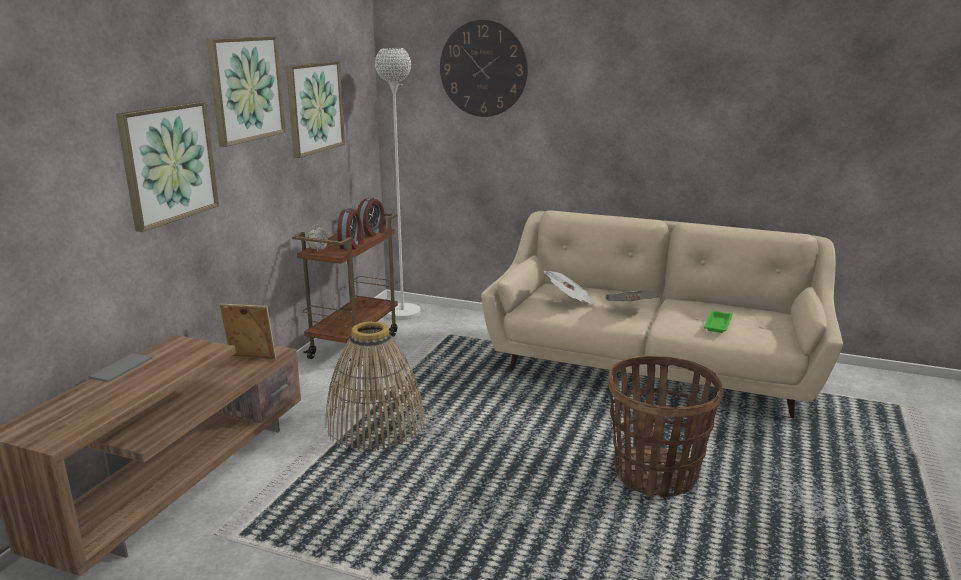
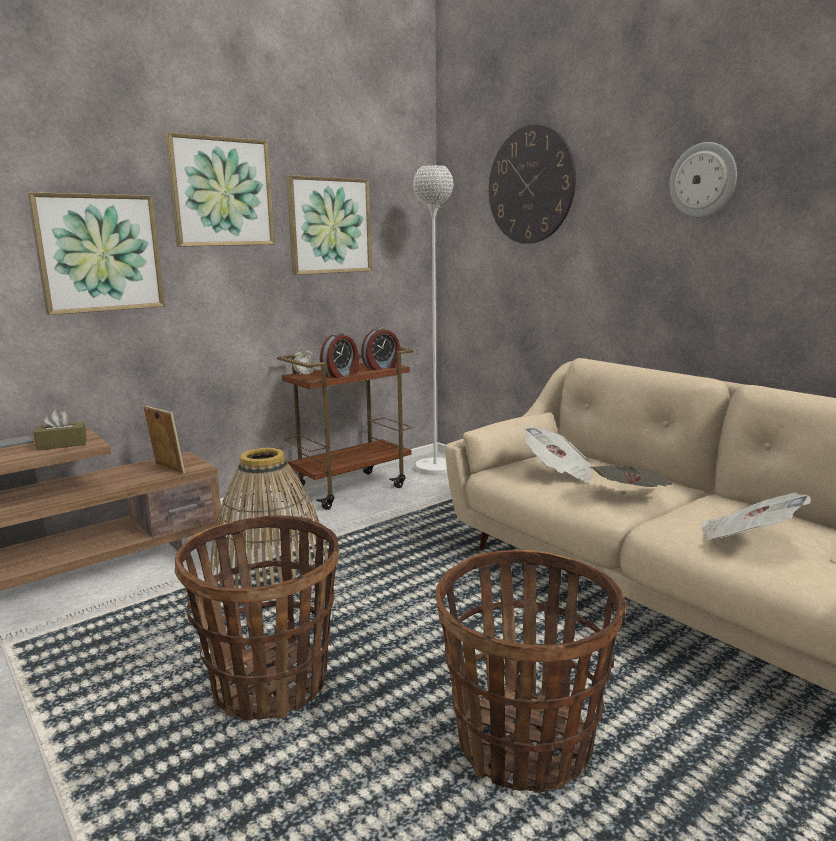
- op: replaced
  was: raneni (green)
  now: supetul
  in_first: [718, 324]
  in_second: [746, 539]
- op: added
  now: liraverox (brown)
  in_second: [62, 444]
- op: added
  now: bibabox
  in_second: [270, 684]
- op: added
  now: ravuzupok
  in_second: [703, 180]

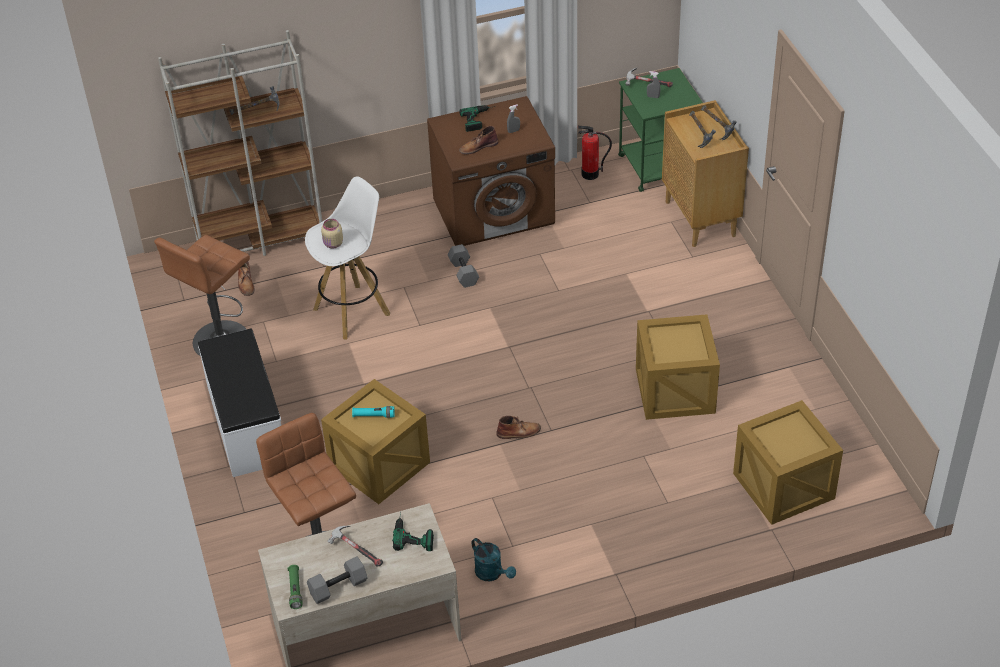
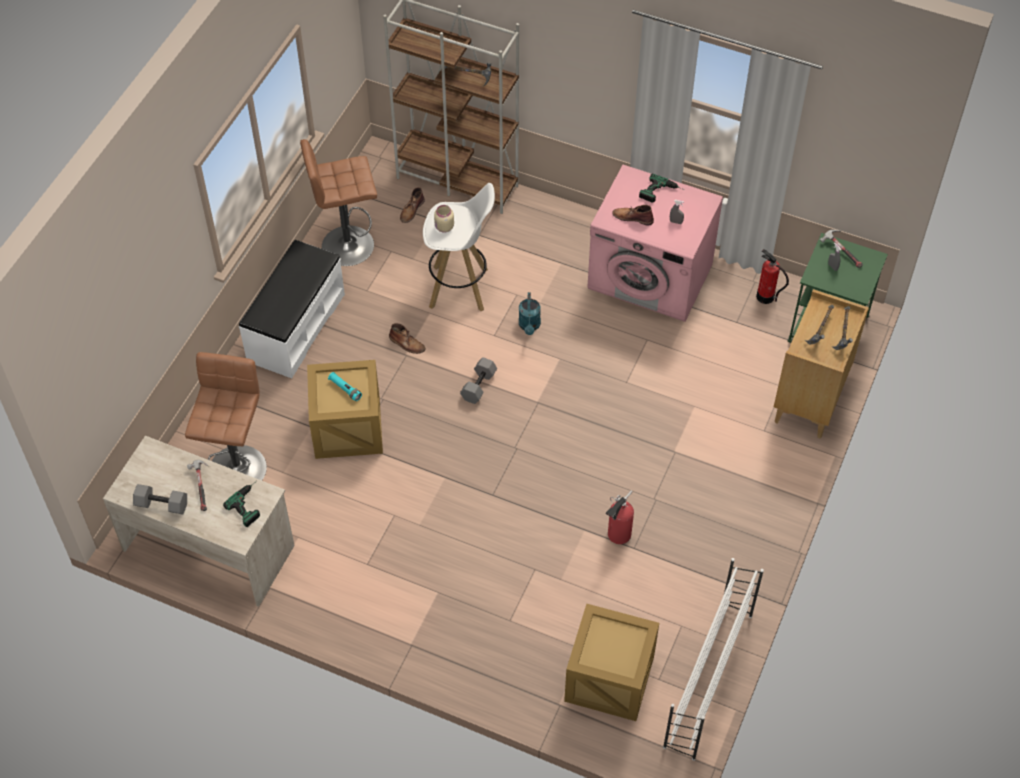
- op: removed
  was: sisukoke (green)
  in_first: [295, 590]
- op: recoloured
  was: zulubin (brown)
  now: zulubin (pink)
  in_first: [495, 215]
  in_second: [650, 281]
- op: moved
  was: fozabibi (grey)
  in_first: [462, 272]
  in_second: [478, 385]
- op: moved
  was: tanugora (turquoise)
  in_first: [492, 574]
  in_second: [529, 326]
- op: moved
  was: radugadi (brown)
  in_first: [519, 432]
  in_second: [407, 344]
- op: replaced
  was: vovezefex
  now: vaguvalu
  in_first: [675, 392]
  in_second: [617, 536]
- op: added
  now: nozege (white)
  in_second: [707, 681]

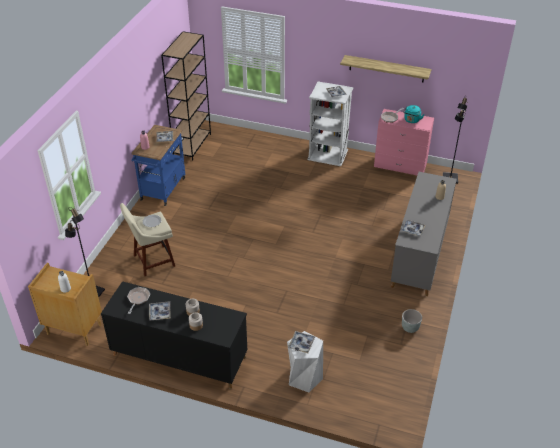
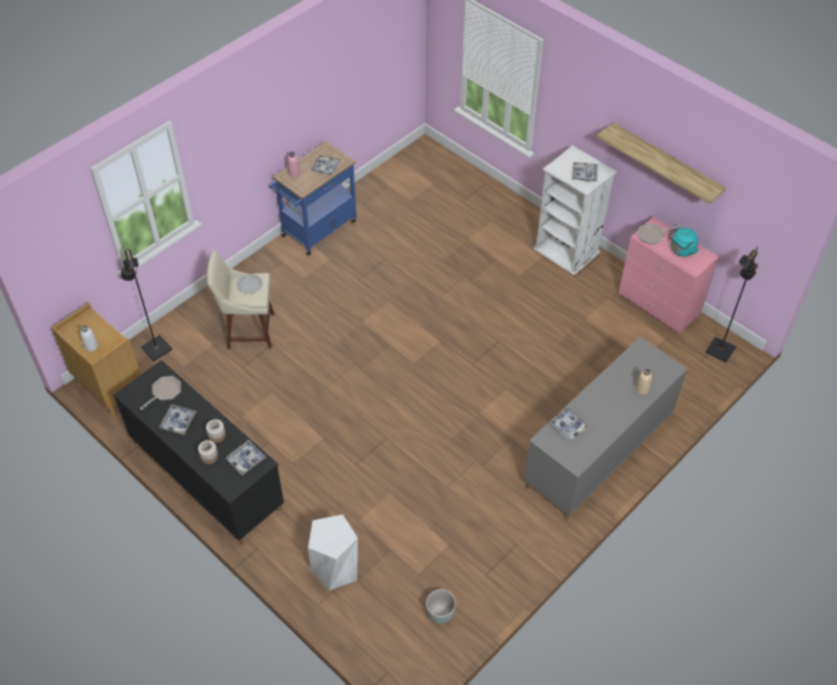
- op: removed
  was: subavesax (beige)
  in_first: [192, 145]
- op: moved
  was: raneni
  in_first: [301, 344]
  in_second: [246, 459]
- op: moved
  was: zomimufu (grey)
  in_first: [410, 328]
  in_second: [440, 614]

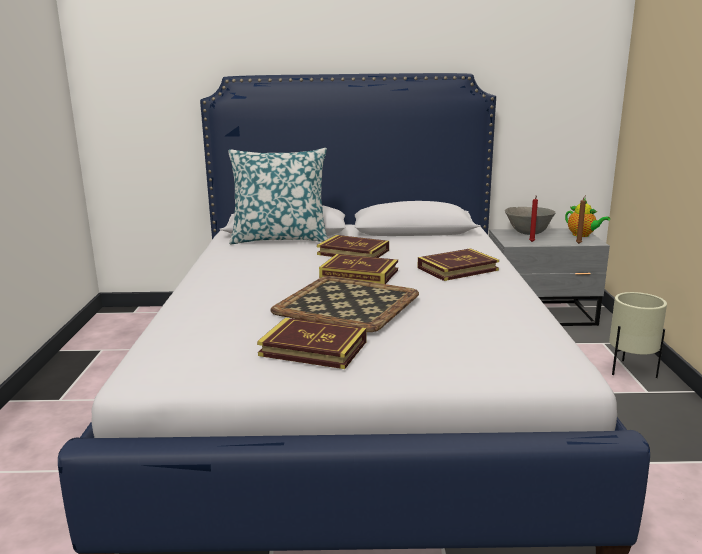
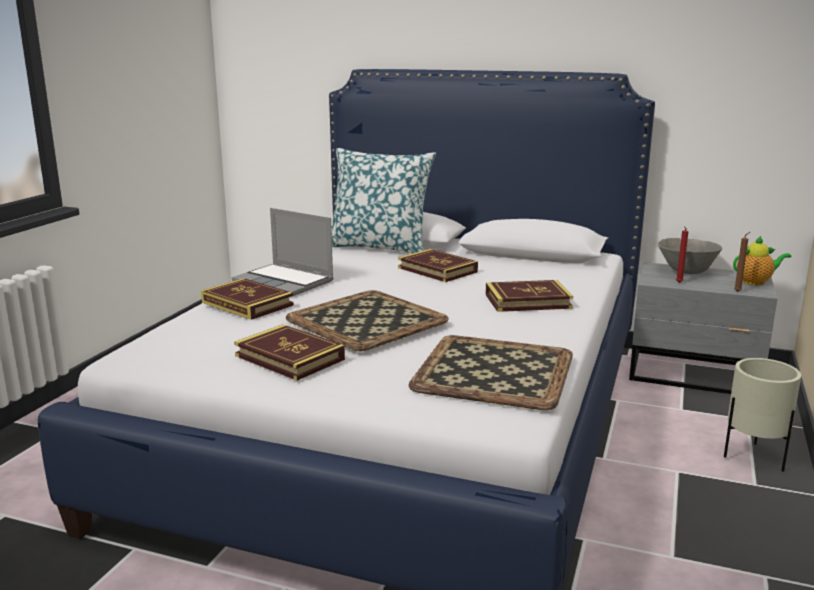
- op: moved
  was: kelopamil
  in_first: [359, 274]
  in_second: [247, 304]
- op: turned
  was: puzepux
  in_first: [582, 235]
  in_second: [756, 282]
  clockwise: -75
- op: added
  now: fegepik
  in_second: [285, 282]
- op: added
  now: raneni
  in_second: [493, 371]

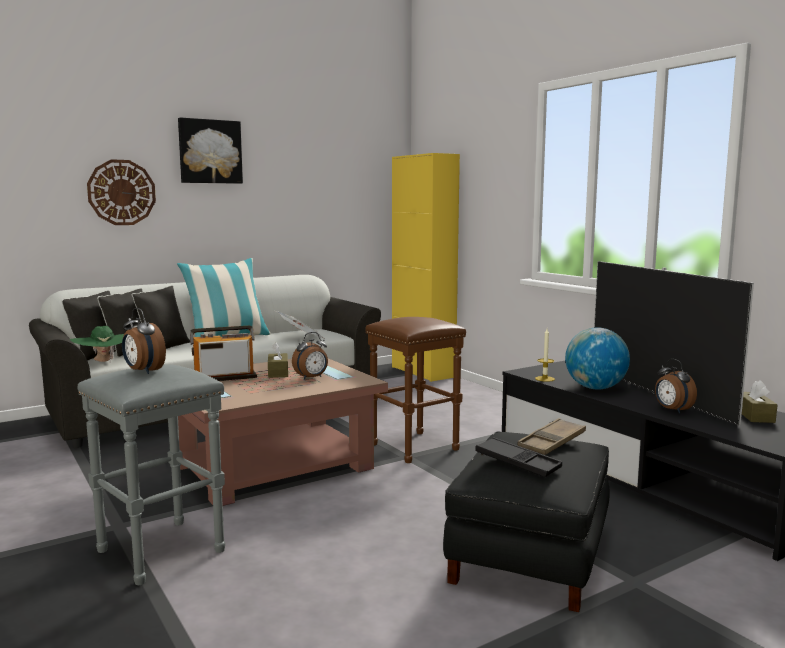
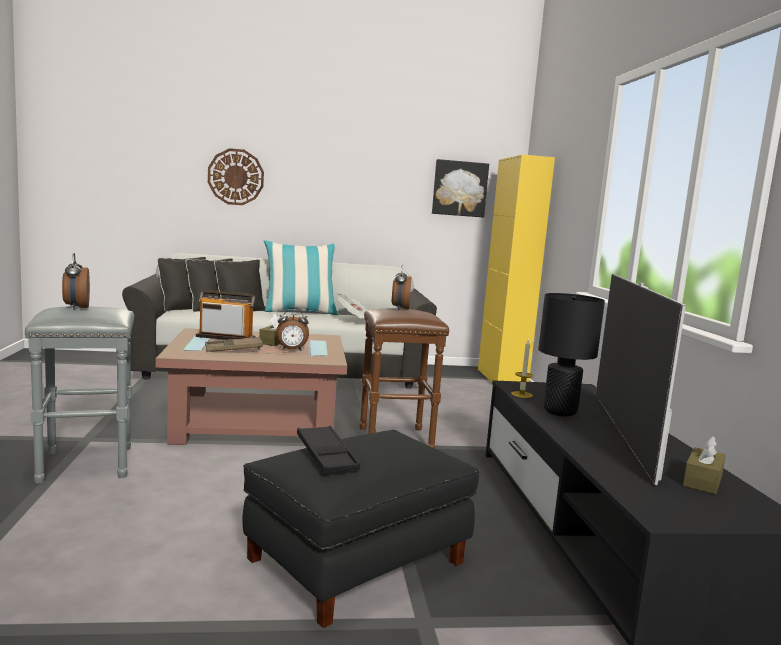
- op: removed
  was: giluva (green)
  in_first: [104, 362]
- op: moved
  was: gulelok
  in_first: [210, 151]
  in_second: [459, 188]
- op: moved
  was: raneni (brown)
  in_first: [552, 442]
  in_second: [234, 349]
- op: replaced
  was: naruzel
  now: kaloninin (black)
  in_first: [595, 388]
  in_second: [559, 413]
- op: moved
  was: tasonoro
  in_first: [672, 410]
  in_second: [400, 308]

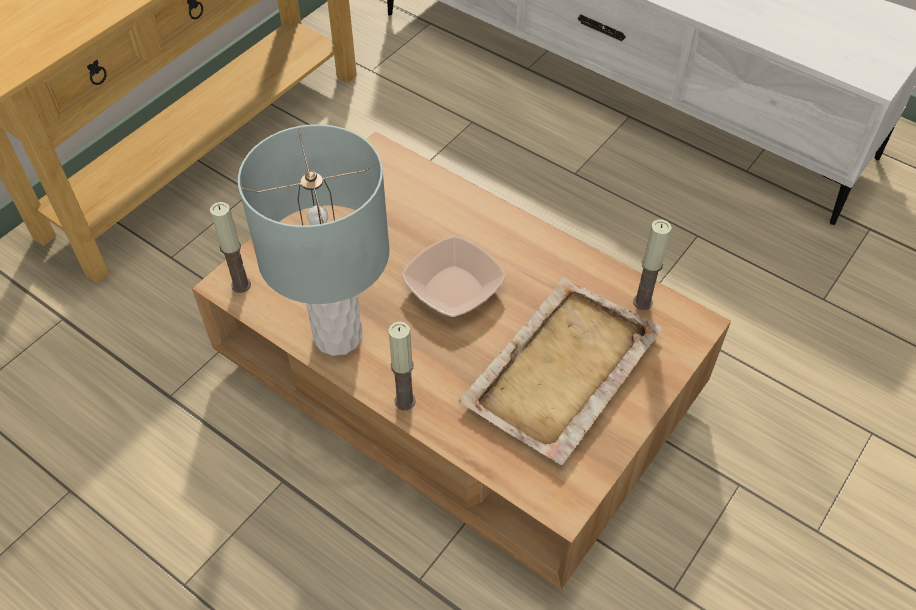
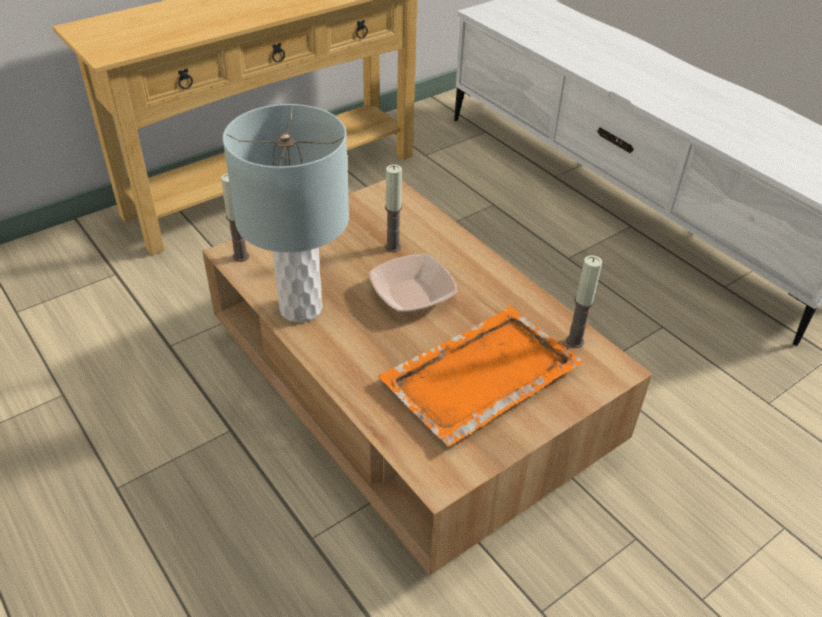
- op: moved
  was: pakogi
  in_first: [405, 401]
  in_second: [393, 247]
- op: recoloured
  was: raneni (beige)
  now: raneni (orange)
  in_first: [560, 371]
  in_second: [479, 377]

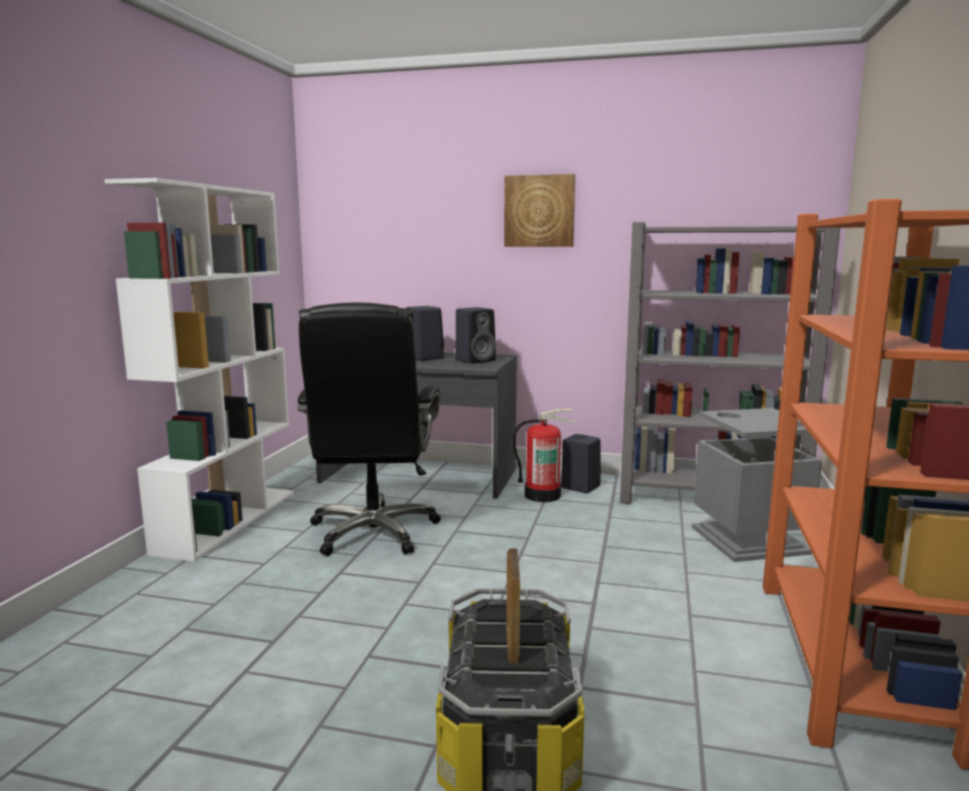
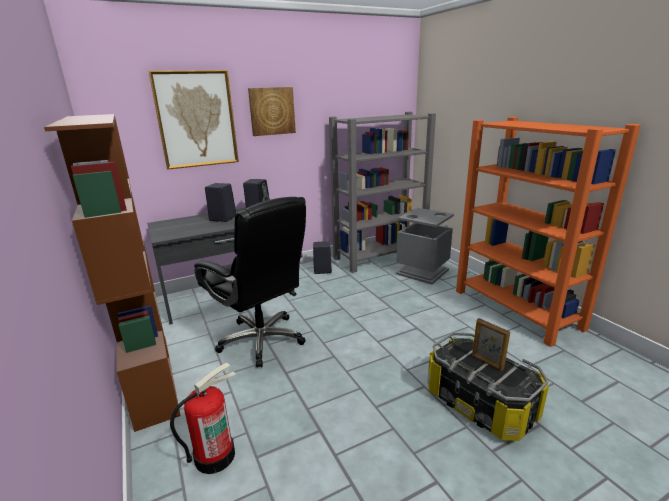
- op: recoloured
  was: subavesax (white)
  now: subavesax (brown)
  in_first: [227, 520]
  in_second: [151, 377]
- op: moved
  was: vaguvalu
  in_first: [542, 495]
  in_second: [215, 455]
- op: added
  now: gulelok
  in_second: [196, 119]

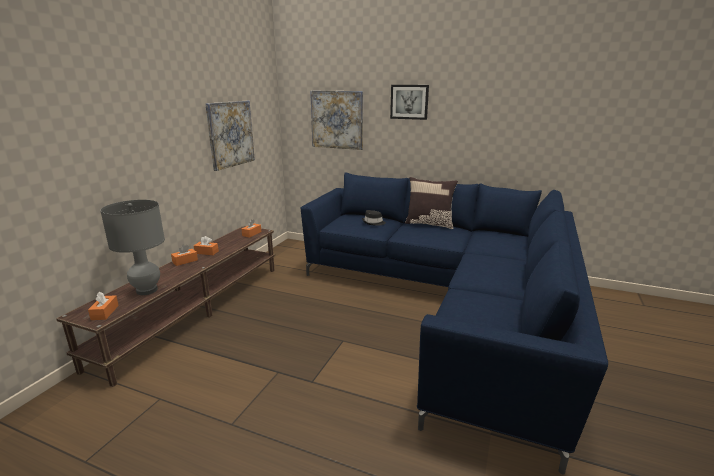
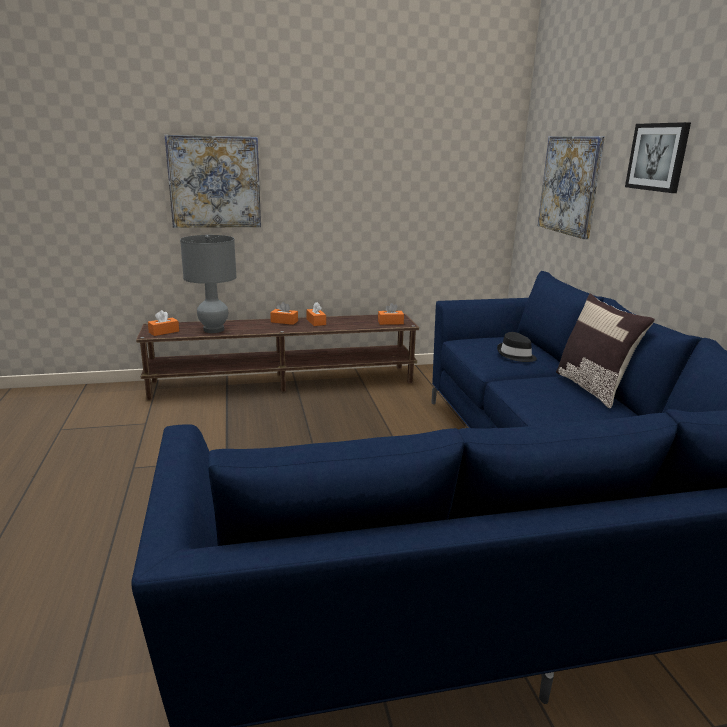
- op: moved
  was: gulelok
  in_first: [230, 134]
  in_second: [214, 182]

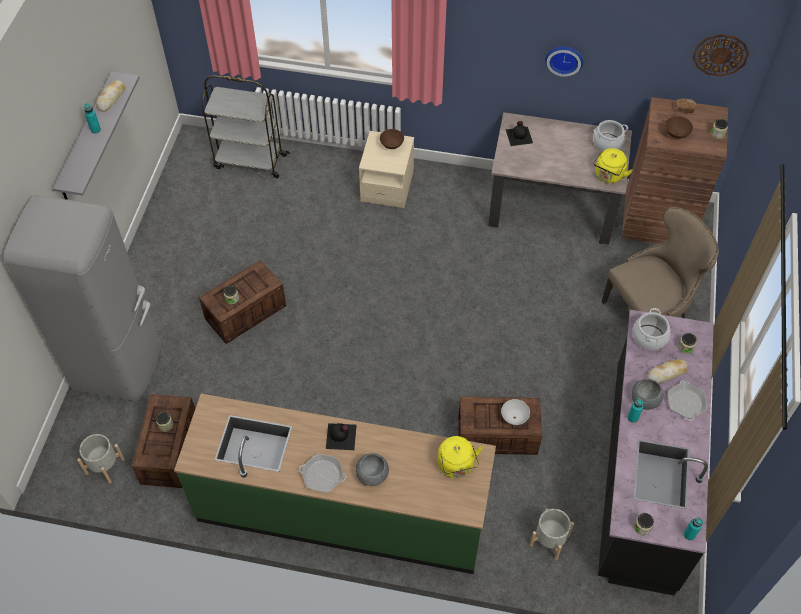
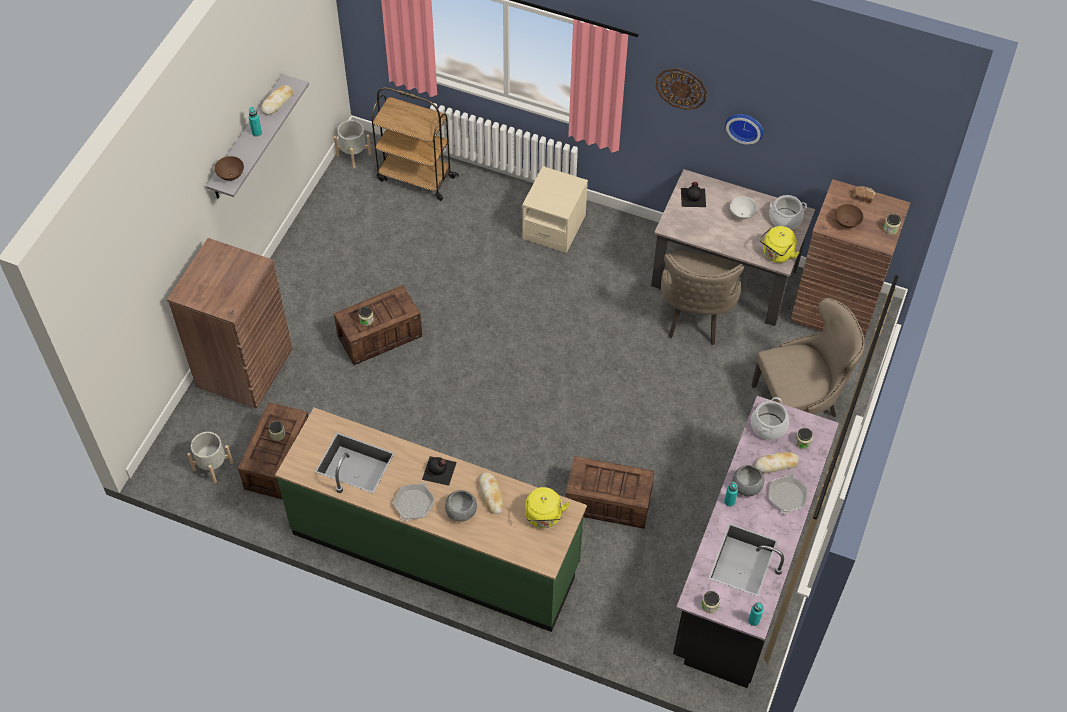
- op: replaced
  was: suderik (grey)
  now: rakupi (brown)
  in_first: [120, 366]
  in_second: [245, 370]
- op: recoloured
  was: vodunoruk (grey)
  now: vodunoruk (brown)
  in_first: [249, 161]
  in_second: [415, 178]
- op: turned
  was: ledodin
  in_first: [323, 475]
  in_second: [414, 504]
  clockwise: 90
- op: moved
  was: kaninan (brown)
  in_first: [391, 145]
  in_second: [231, 176]
- op: moved
  was: kaninan (white)
  in_first: [514, 418]
  in_second: [742, 215]
- op: moved
  was: zomimufu (grey)
  in_first: [549, 540]
  in_second: [353, 154]
- op: moved
  was: ravuzupok
  in_first: [720, 54]
  in_second: [681, 88]
- op: added
  now: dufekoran
  in_second: [491, 495]
- op: added
  now: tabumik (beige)
  in_second: [695, 317]

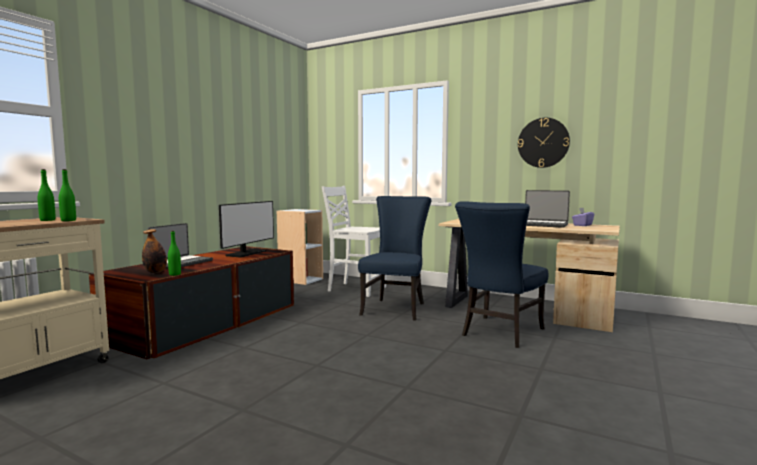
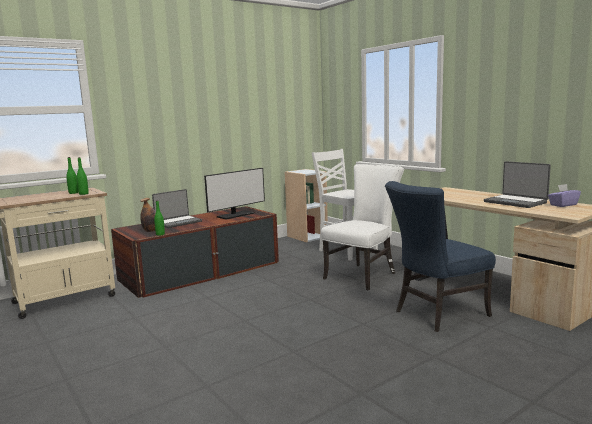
- op: recoloured
  was: tabumik (blue)
  now: tabumik (white)
  in_first: [396, 308]
  in_second: [363, 275]
- op: removed
  was: ravuzupok
  in_first: [543, 142]

